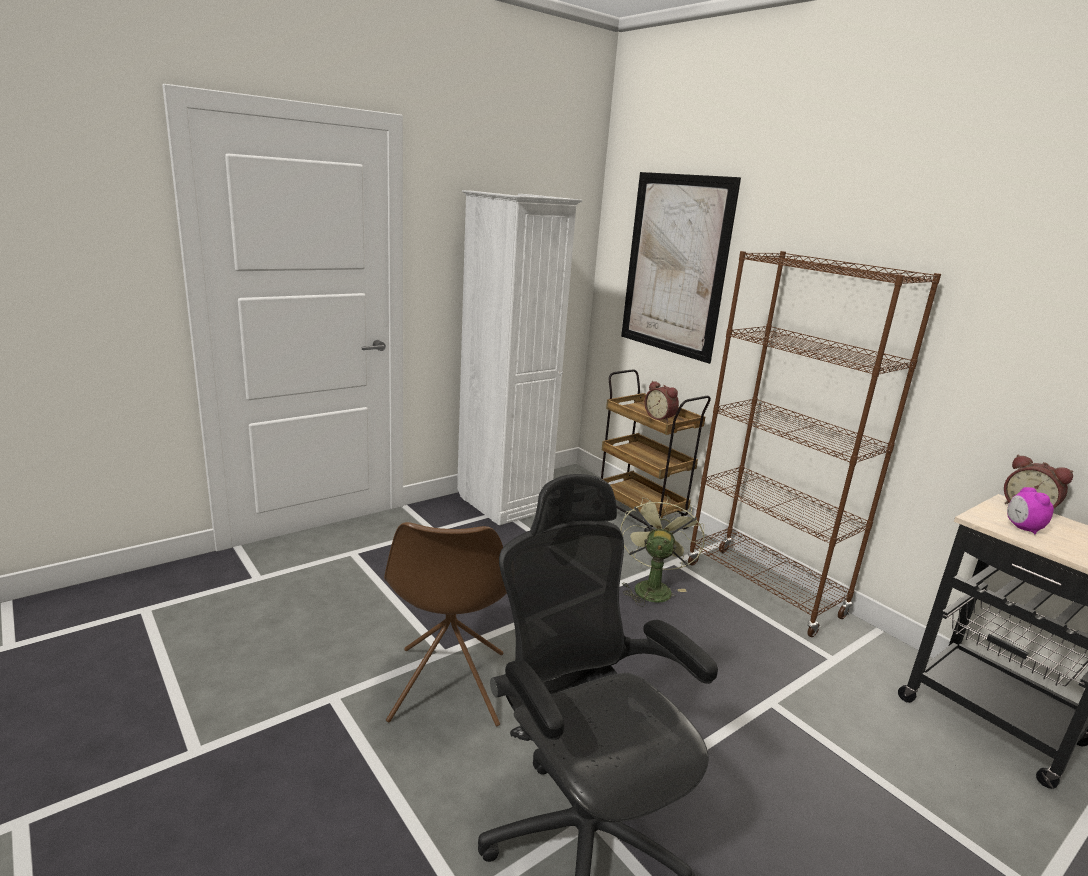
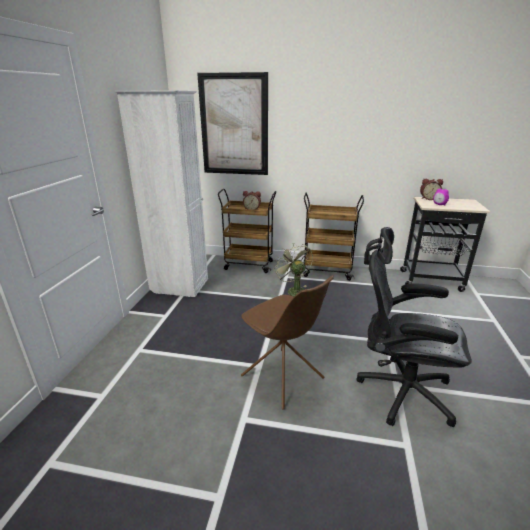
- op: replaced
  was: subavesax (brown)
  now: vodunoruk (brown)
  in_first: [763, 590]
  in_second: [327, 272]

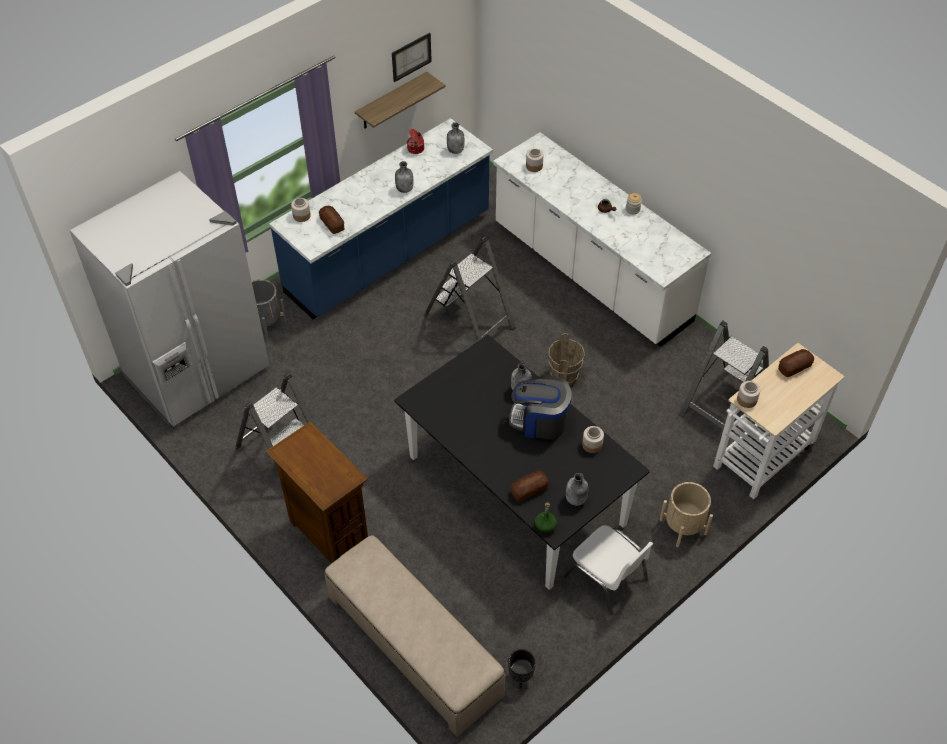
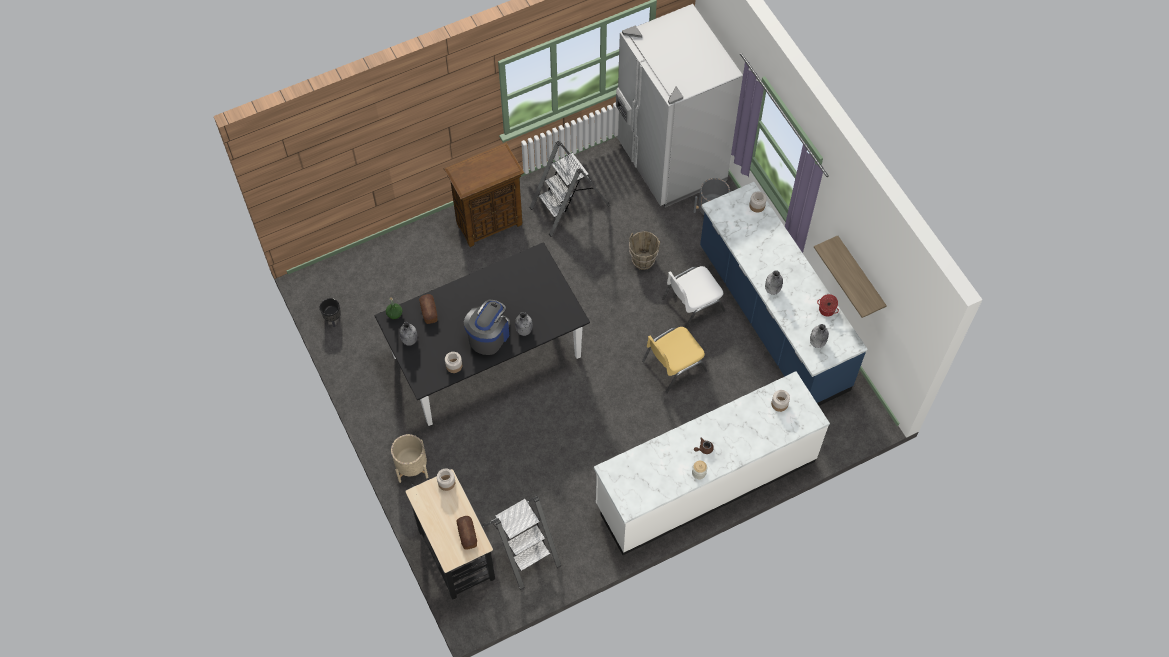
- op: removed
  was: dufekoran
  in_first: [332, 224]
- op: removed
  was: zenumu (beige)
  in_first: [413, 645]
- op: removed
  was: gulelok
  in_first: [411, 57]
- op: replaced
  was: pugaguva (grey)
  now: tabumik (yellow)
  in_first: [470, 321]
  in_second: [673, 365]
- op: moved
  was: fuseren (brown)
  in_first: [564, 376]
  in_second: [643, 261]
- op: moved
  was: tabumik (white)
  in_first: [607, 578]
  in_second: [692, 304]
- op: recoloured
  was: vodunoruk (white)
  now: vodunoruk (black)
  in_first: [762, 457]
  in_second: [455, 554]

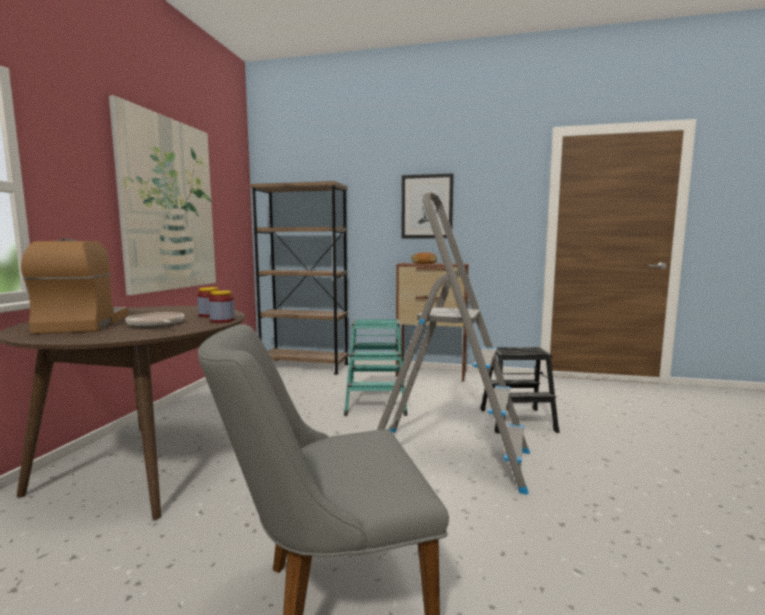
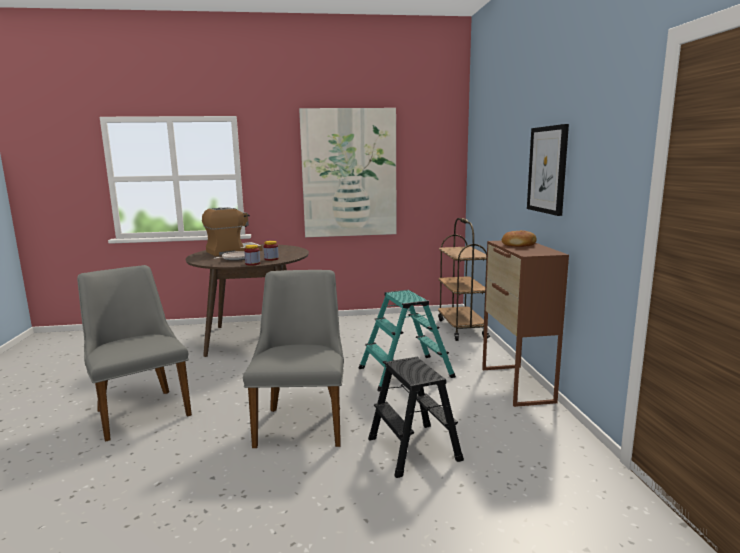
- op: replaced
  was: subavesax (brown)
  now: vodunoruk (brown)
  in_first: [304, 366]
  in_second: [461, 329]
- op: replaced
  was: pugaguva (grey)
  now: tabumik (grey)
  in_first: [450, 458]
  in_second: [302, 421]

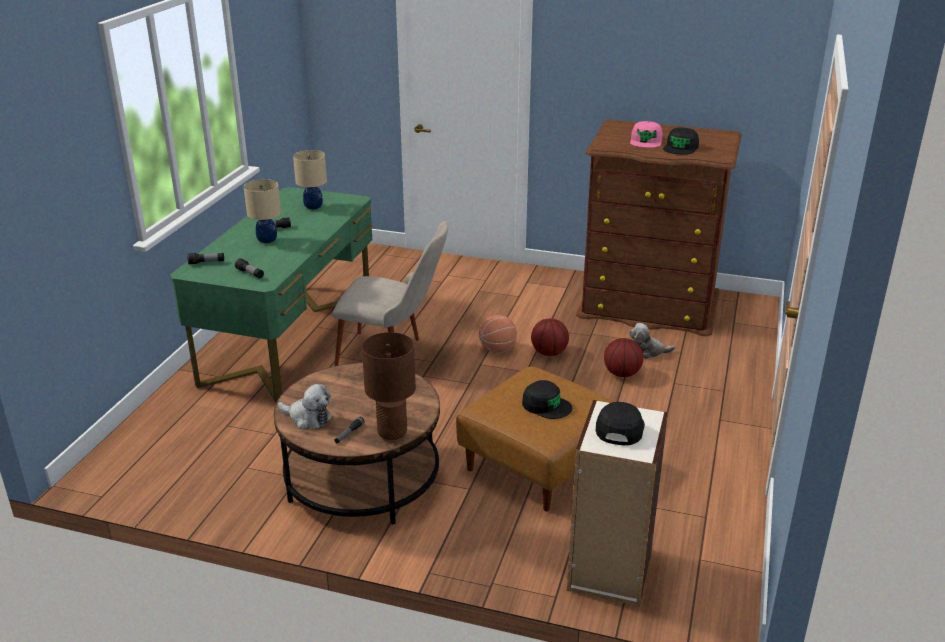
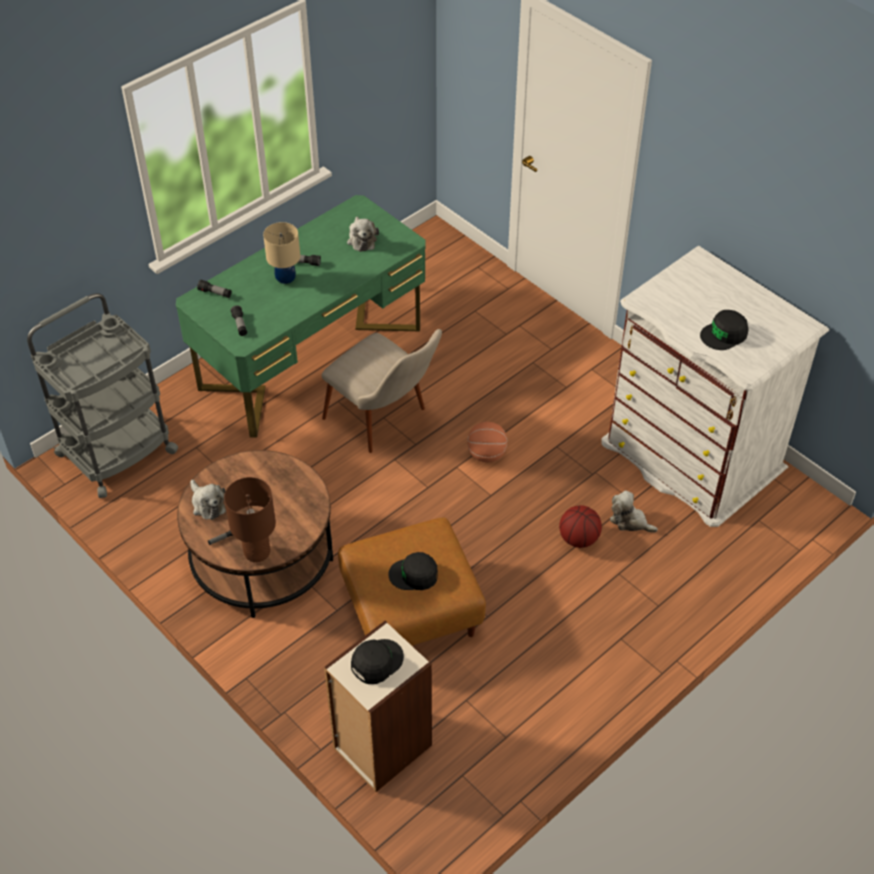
- op: replaced
  was: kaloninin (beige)
  now: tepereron
  in_first: [313, 207]
  in_second: [361, 239]
- op: turned
  was: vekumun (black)
  in_first: [546, 405]
  in_second: [414, 575]
  clockwise: 120
- op: removed
  was: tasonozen
  in_first: [549, 353]
- op: recoloured
  was: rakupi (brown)
  now: rakupi (white)
  in_first: [650, 304]
  in_second: [693, 455]
- op: removed
  was: vekumun (pink)
  in_first: [646, 141]
- op: added
  now: vodunoruk (grey)
  in_second: [117, 453]

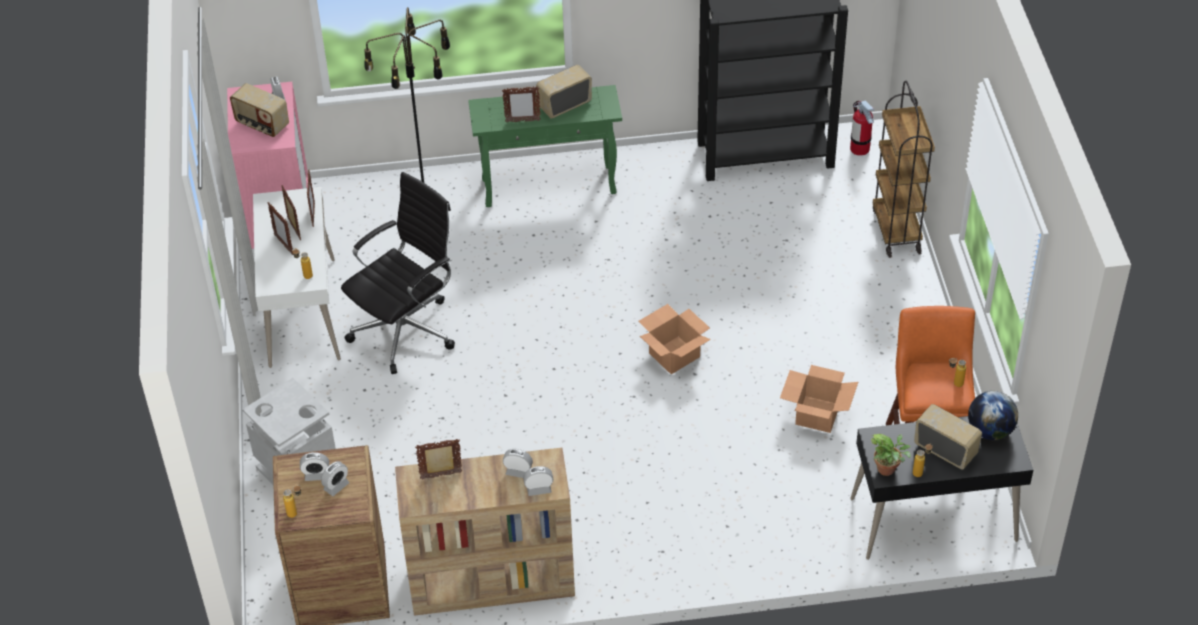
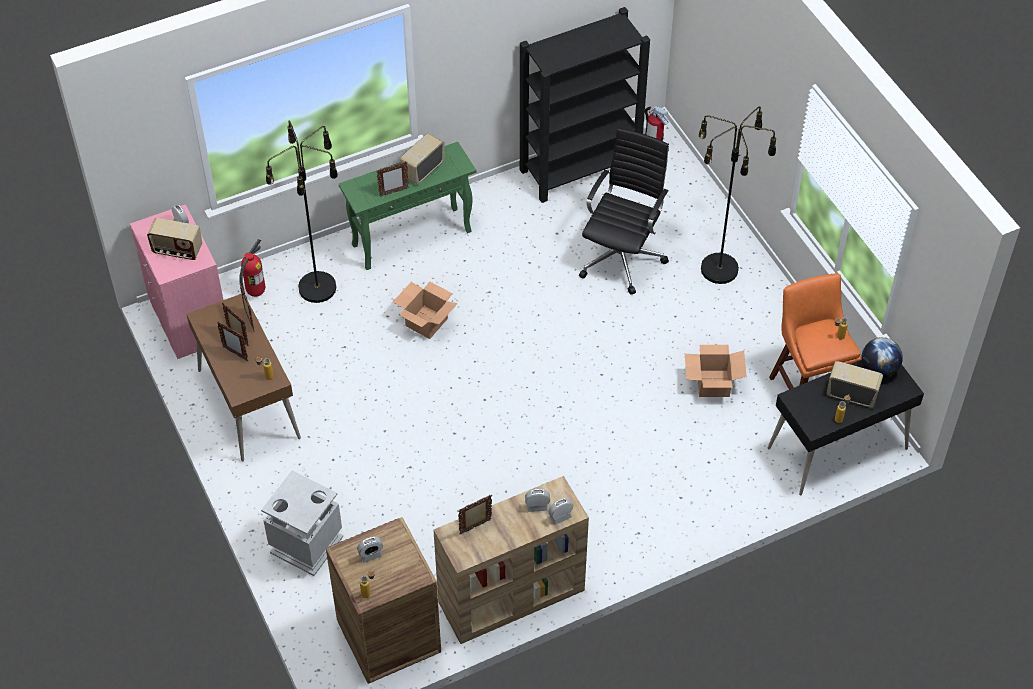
- op: recoloured
  was: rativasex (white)
  now: rativasex (brown)
  in_first: [302, 312]
  in_second: [248, 404]
- op: removed
  was: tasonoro
  in_first: [336, 486]
- op: moved
  was: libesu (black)
  in_first: [406, 329]
  in_second: [622, 256]
- op: moved
  was: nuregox
  in_first: [674, 356]
  in_second: [426, 323]
- op: removed
  was: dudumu
  in_first: [888, 469]
- op: removed
  was: vodunoruk (brown)
  in_first: [896, 231]
- op: added
  now: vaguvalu
  in_second: [255, 292]
- op: added
  now: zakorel
  in_second: [719, 270]

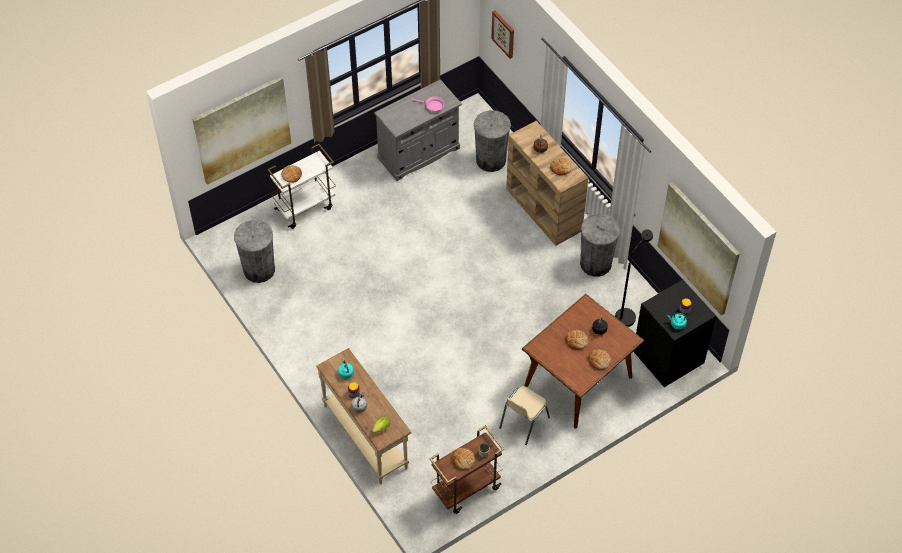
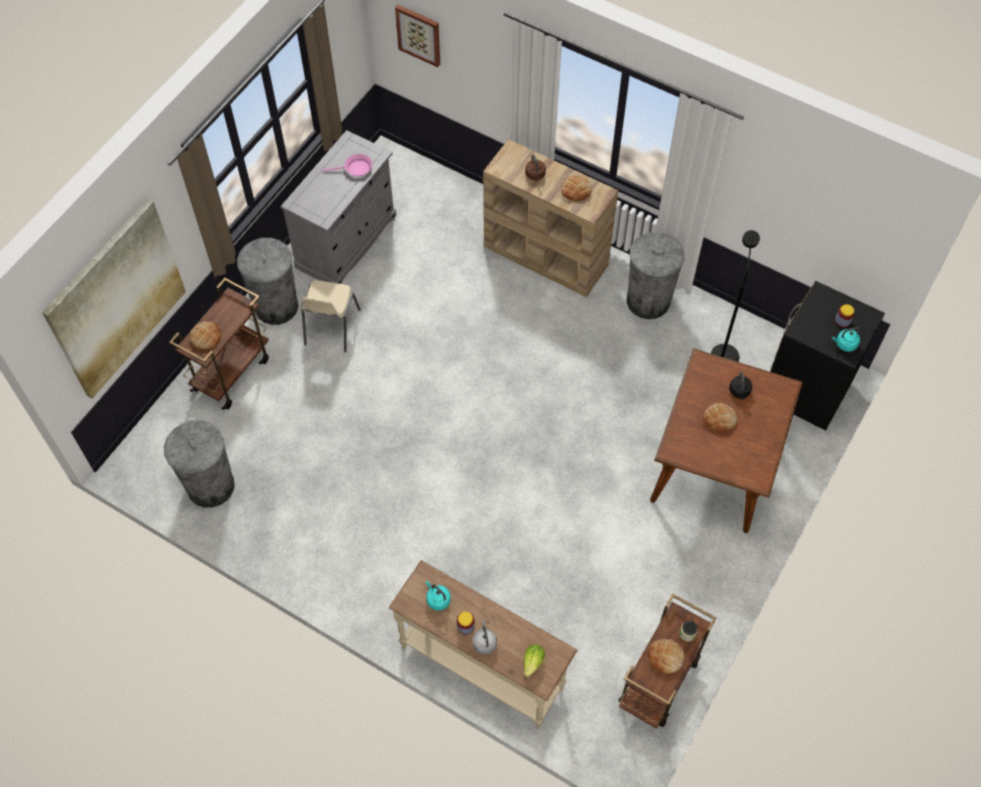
- op: recoloured
  was: vodunoruk (white)
  now: vodunoruk (brown)
  in_first: [306, 208]
  in_second: [233, 373]
- op: moved
  was: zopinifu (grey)
  in_first: [491, 160]
  in_second: [276, 306]
- op: moved
  was: tabumik (beige)
  in_first: [523, 423]
  in_second: [331, 327]
- op: removed
  was: dufekoran
  in_first: [599, 360]
- op: removed
  was: gulelok
  in_first: [698, 248]

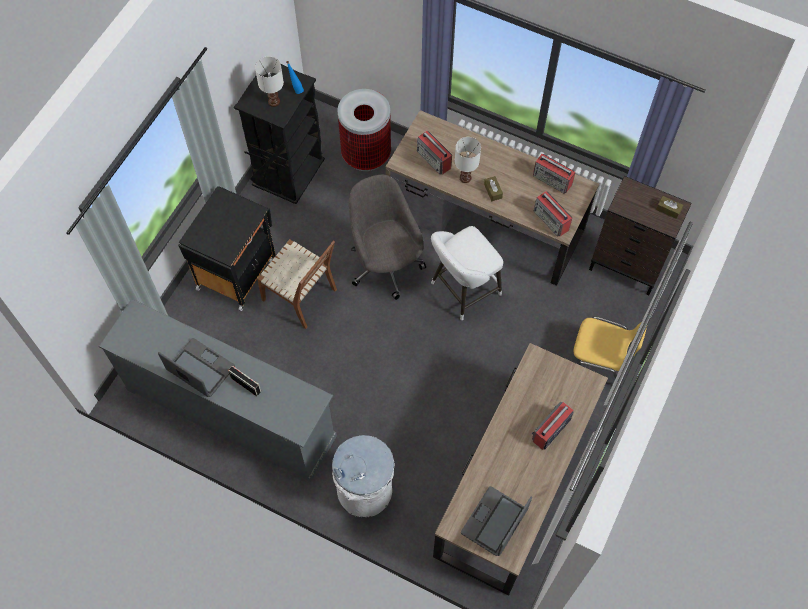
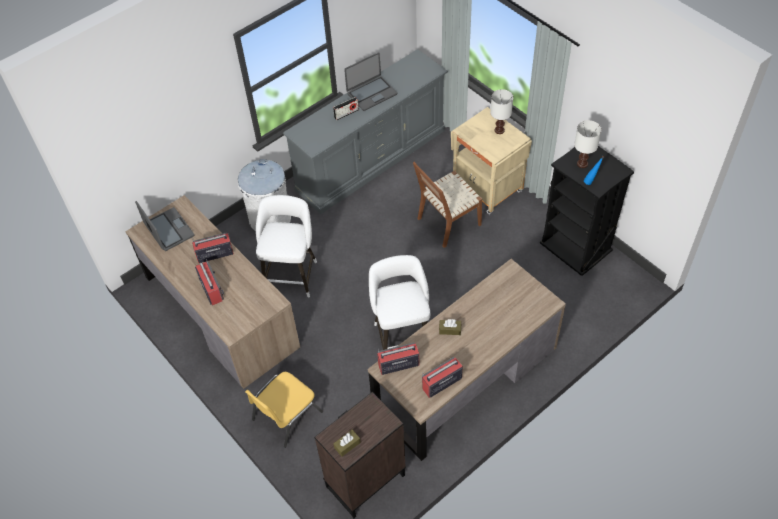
- op: recoloured
  was: vodunoruk (black)
  now: vodunoruk (beige)
  in_first: [237, 273]
  in_second: [487, 189]
- op: removed
  was: zopinifu
  in_first: [366, 155]
- op: removed
  was: libesu (grey)
  in_first: [385, 265]
- op: moved
  was: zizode
  in_first: [434, 159]
  in_second: [214, 254]
- op: moved
  was: kaloninin (white)
  in_first: [464, 178]
  in_second: [499, 130]
- op: added
  now: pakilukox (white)
  in_second: [291, 274]

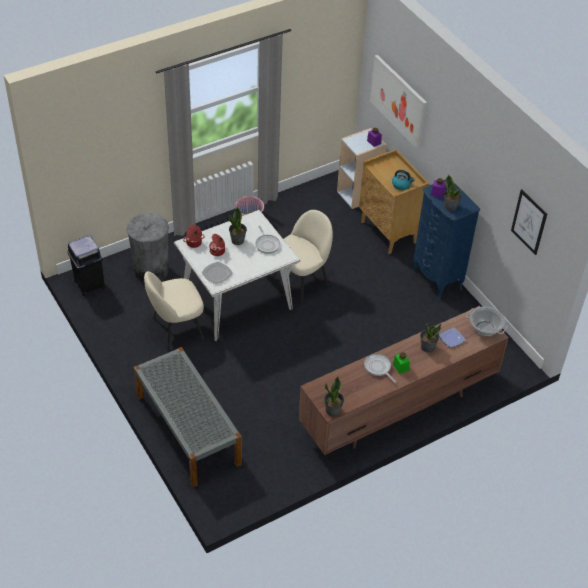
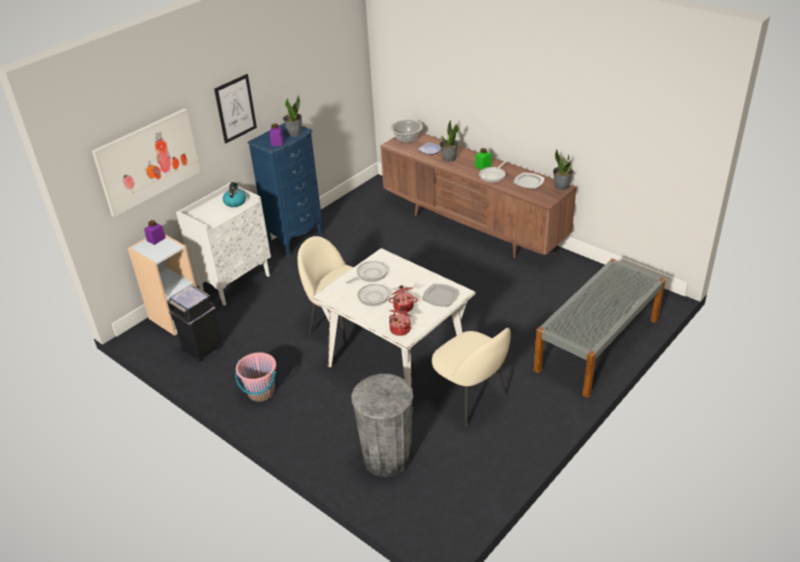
- op: moved
  was: zopinifu (black)
  in_first: [89, 284]
  in_second: [202, 349]
- op: replaced
  was: dudumu
  now: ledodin
  in_first: [238, 240]
  in_second: [376, 297]
- op: recoloured
  was: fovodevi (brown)
  now: fovodevi (white)
  in_first: [388, 232]
  in_second: [235, 282]
- op: moved
  was: gulelok
  in_first: [529, 222]
  in_second: [235, 108]
- op: added
  now: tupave
  in_second: [528, 182]

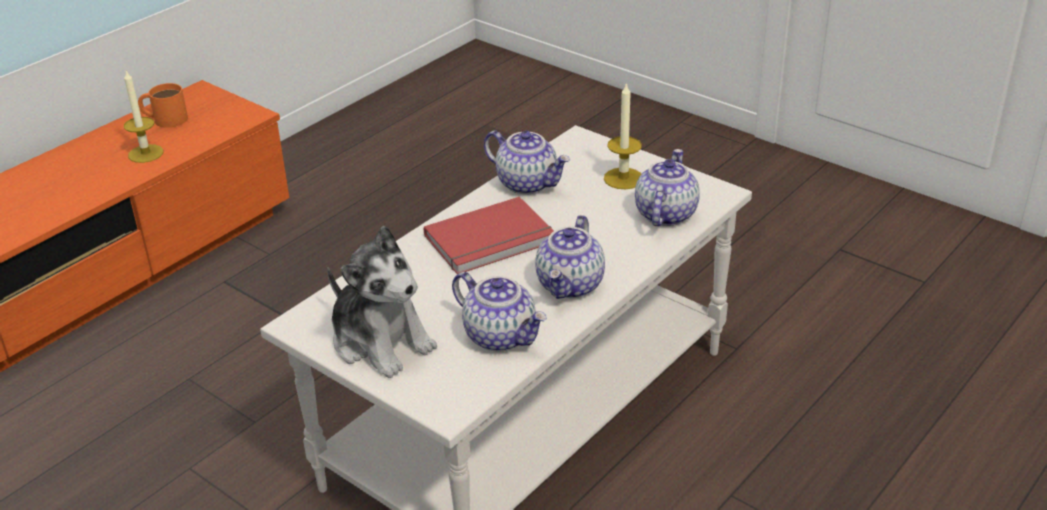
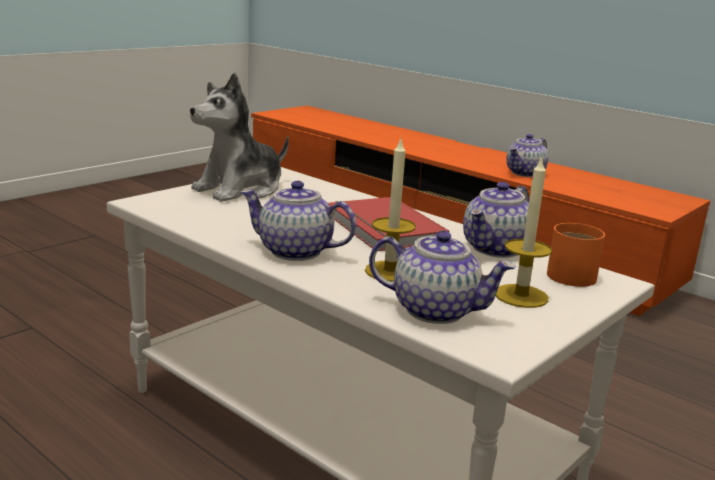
- op: moved
  was: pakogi
  in_first: [146, 153]
  in_second: [390, 271]
- op: moved
  was: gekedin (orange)
  in_first: [164, 119]
  in_second: [570, 272]
- op: moved
  was: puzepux
  in_first: [501, 336]
  in_second: [525, 173]

